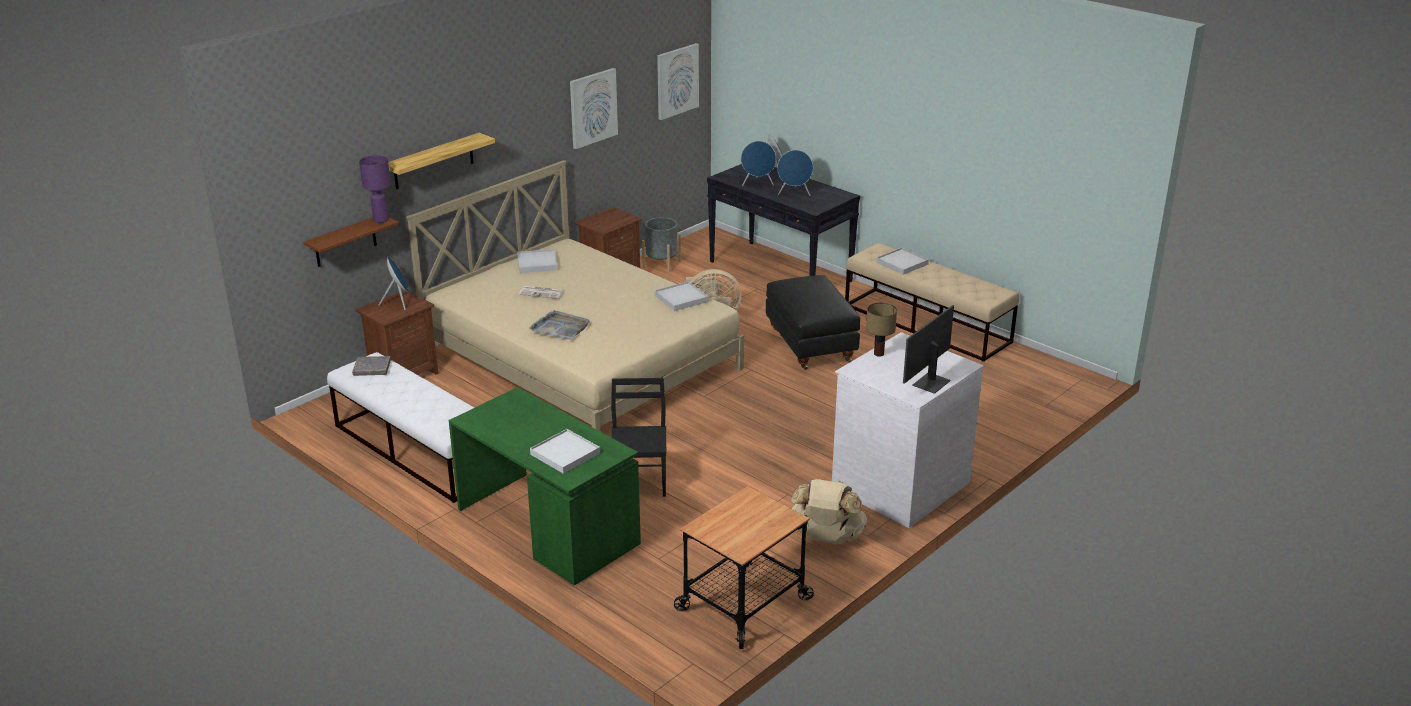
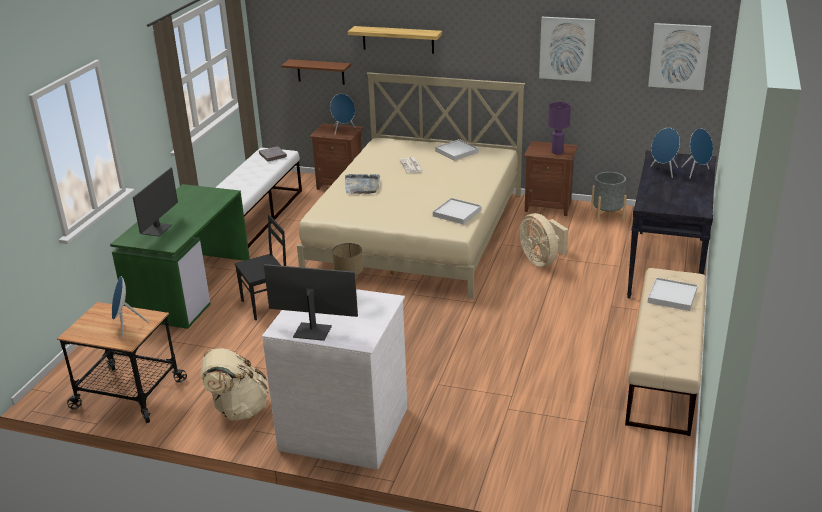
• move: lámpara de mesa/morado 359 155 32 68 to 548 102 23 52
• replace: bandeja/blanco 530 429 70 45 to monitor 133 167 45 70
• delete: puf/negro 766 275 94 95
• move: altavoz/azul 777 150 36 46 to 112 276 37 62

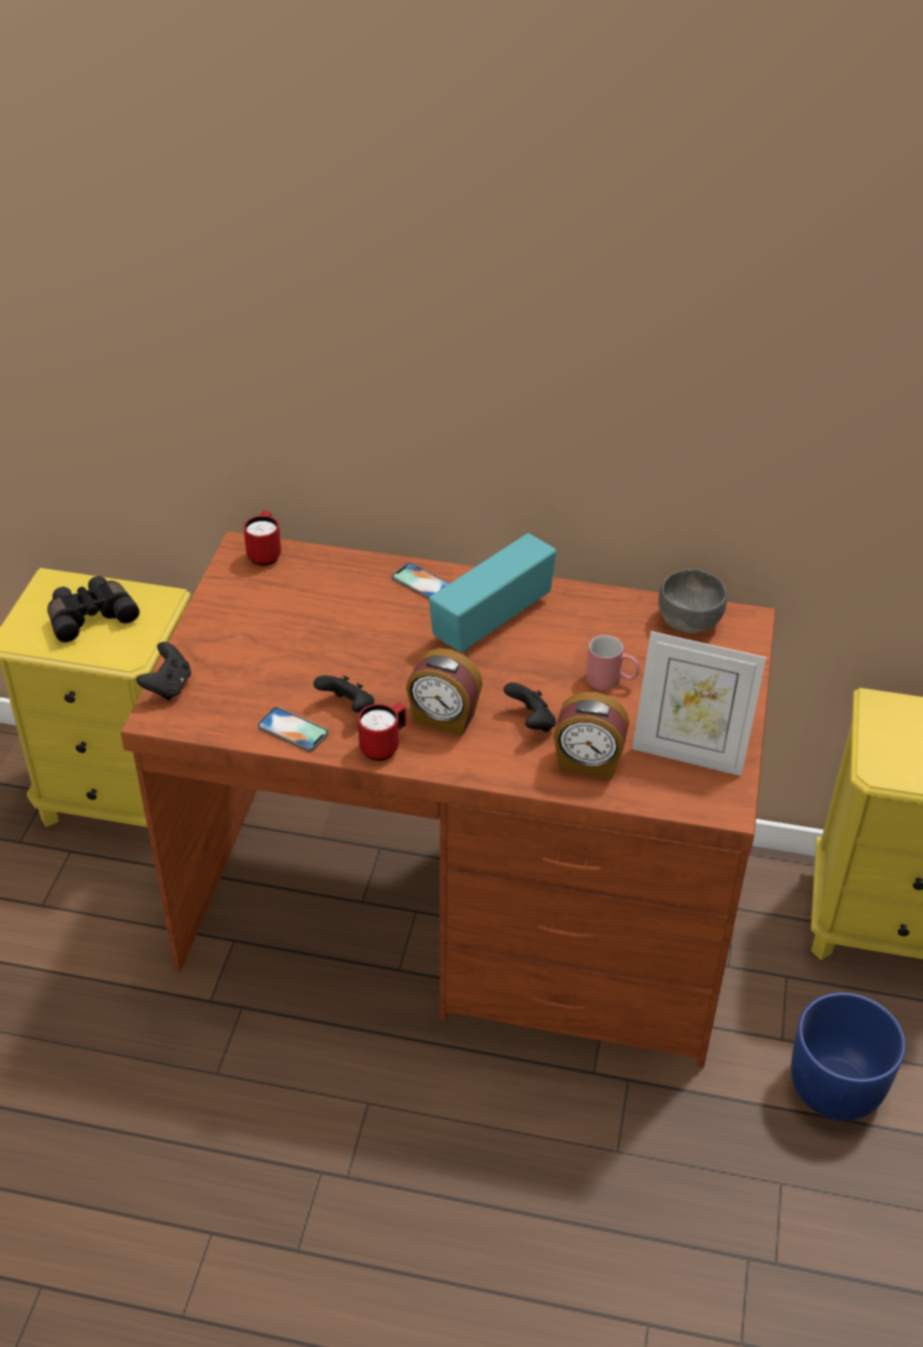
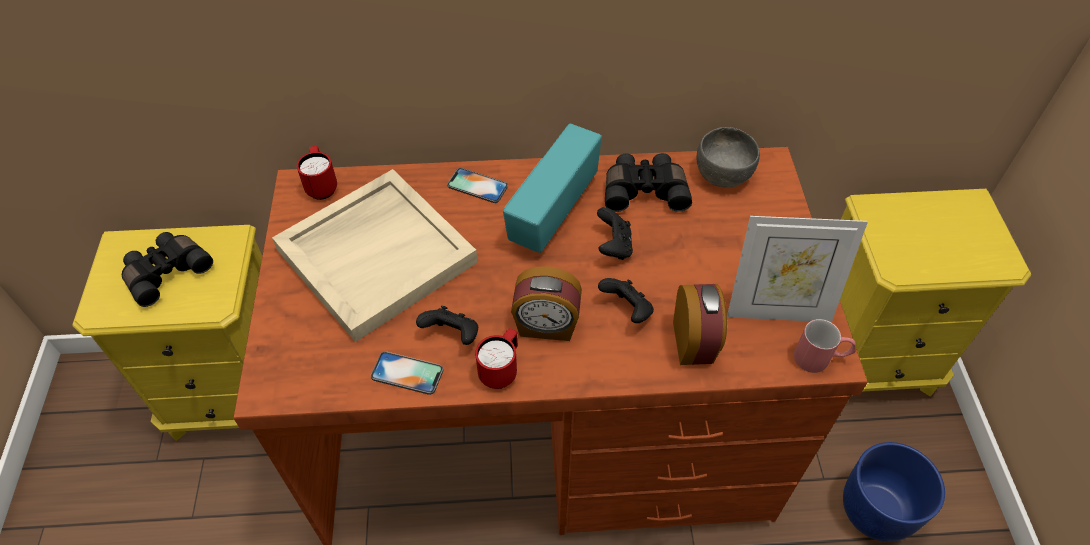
• move: mando de consola/negro 136 642 55 58 to 597 207 36 53
• rotate: despertador 553 692 76 87 = 673 284 54 81 90 degrees counterclockwise
• move: taza grande/rojo 586 635 54 55 to 794 319 62 54
• insert: bandeja/beis 272 169 206 173
• insert: prismáticos/negro 605 153 87 59

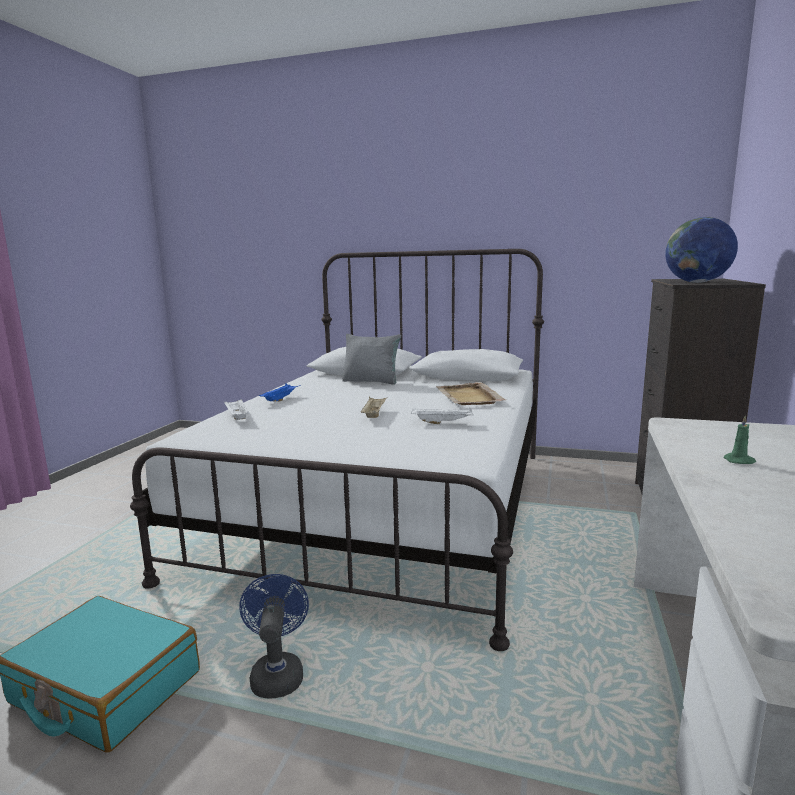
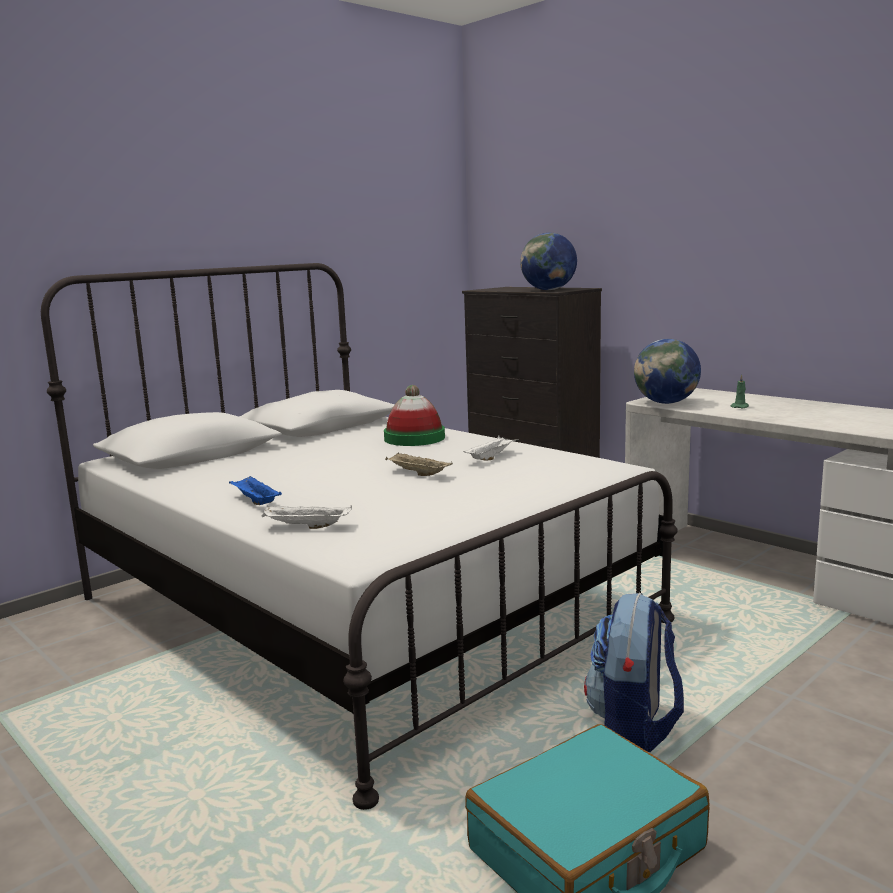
• replace: ventilador/azul 239 574 70 125 to mochila 584 593 100 159
• delete: cojín/gris 342 334 59 51
• replace: bandeja/beis 436 382 70 23 to sombrero 384 385 61 61
• insert: globo terráqueo 634 339 67 65

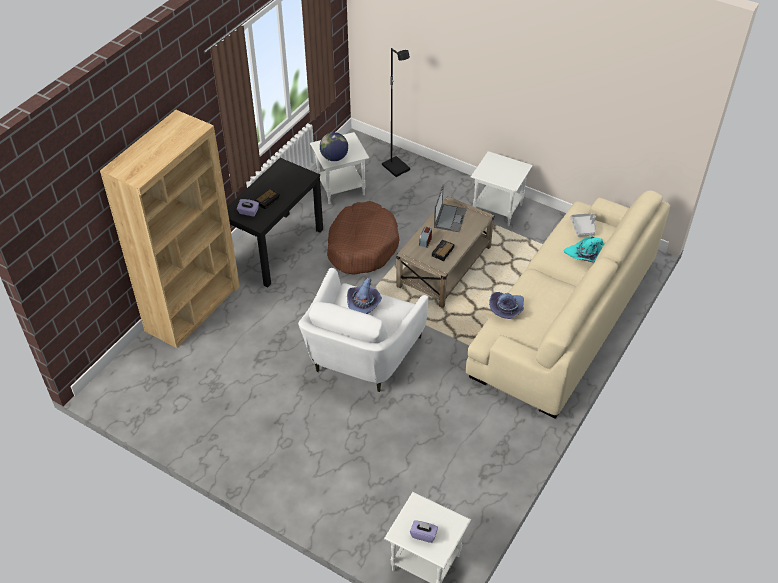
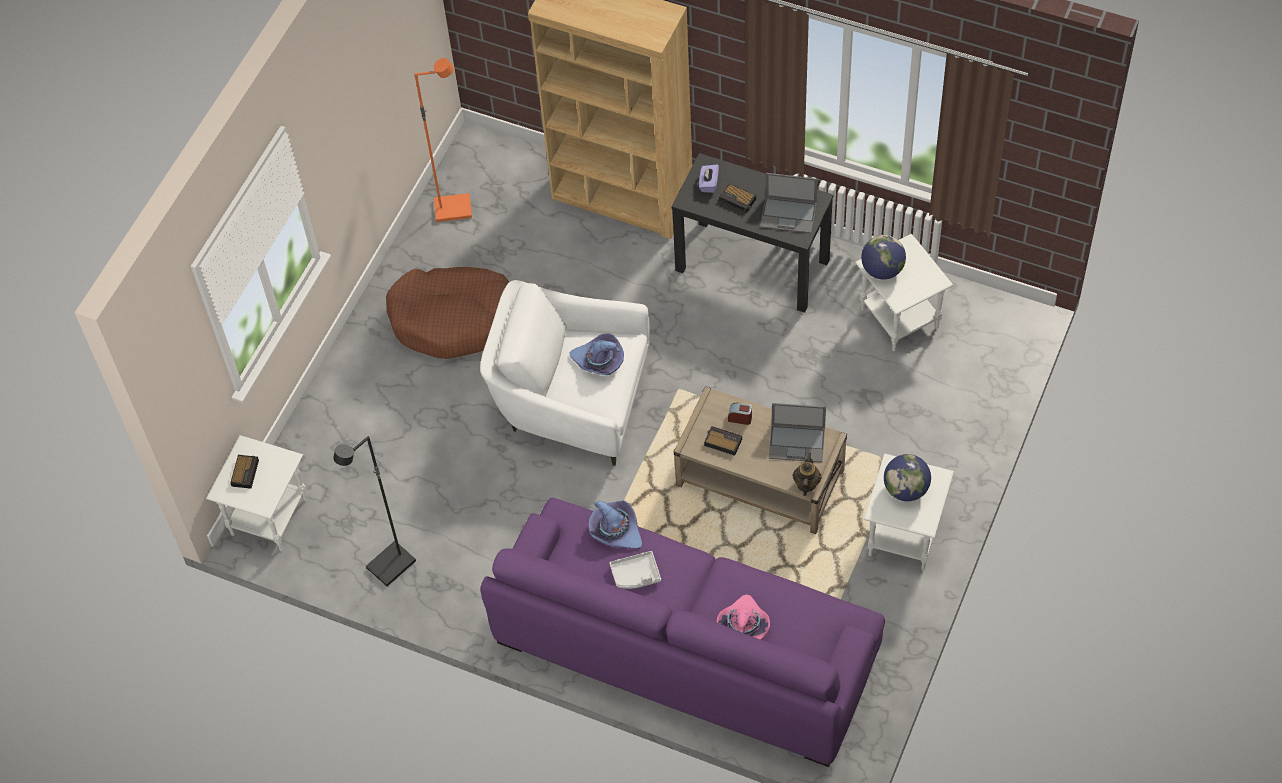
• move: cama para perro/marrón 327 201 72 74 to 386 267 123 92
• move: lámpara de pie/negro 382 48 28 129 to 333 436 83 150
• replace: caja de pañuelos/morado 410 520 28 23 to despertador 230 455 29 34
• recolor: sofá/beis 466 190 204 229 to sofá/morado 481 498 404 269
• recolor: sombrero/turquesa 564 236 41 26 to sombrero/rosa 717 594 53 46
• move: bandeja/gris 571 213 25 24 to 610 551 51 38
• insert: lámpara de pie/naranja 414 58 58 164
• insert: portátil 760 173 58 60
• insert: tetera 793 453 29 43
• insert: globo terráqueo 884 454 47 48

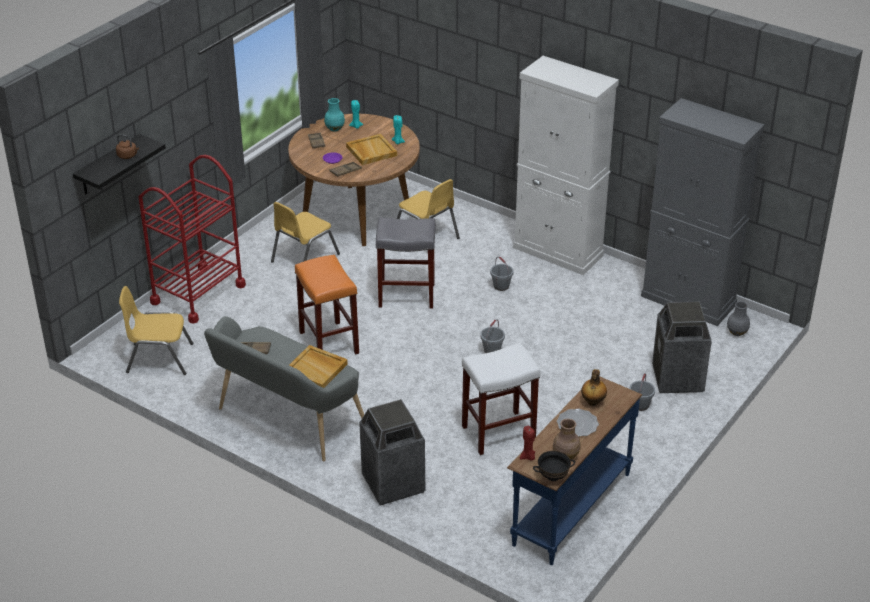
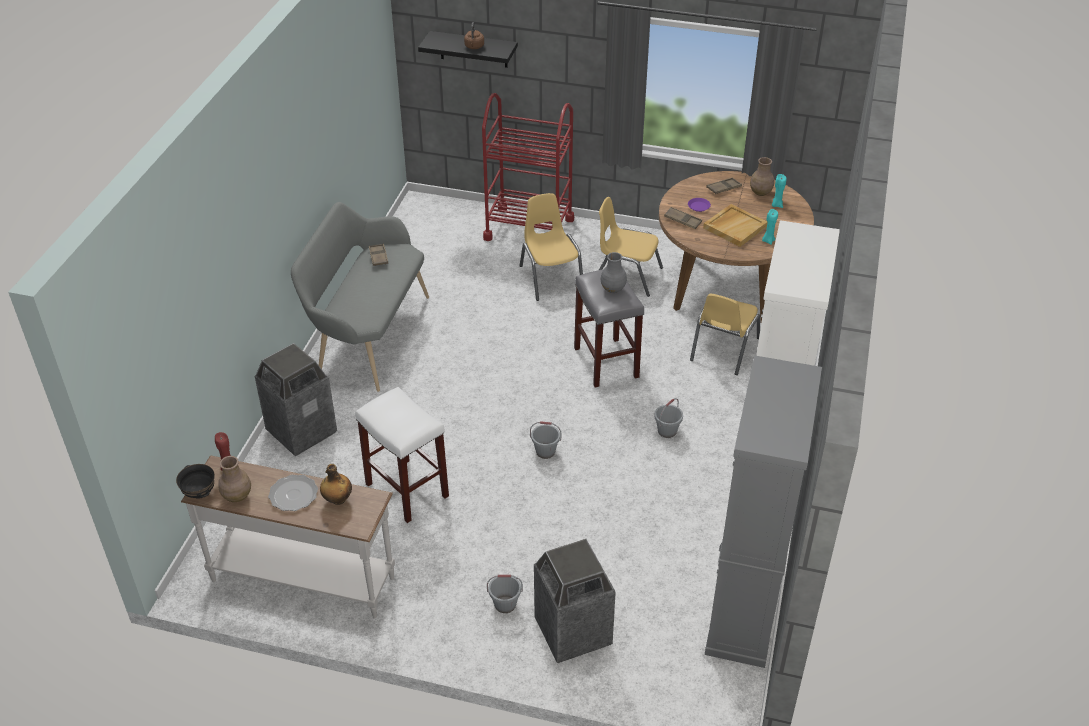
• move: silla/amarillo 119 286 74 89 to 519 193 64 108
• delete: bandeja/beis 289 345 59 43
• delete: taburete/naranja 295 255 64 99
• recolor: florero/turquesa 324 98 21 33 to florero/marrón 750 157 24 39
• recolor: mesa consola/azul 507 377 135 188 to mesa consola/blanco 181 455 214 164
• move: florero/gris 727 301 23 35 to 600 252 27 41

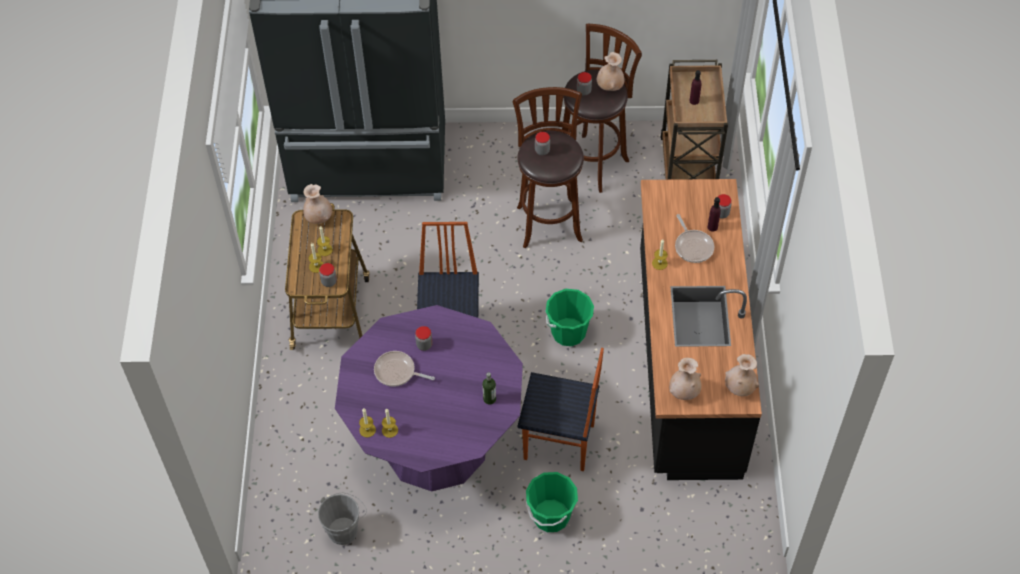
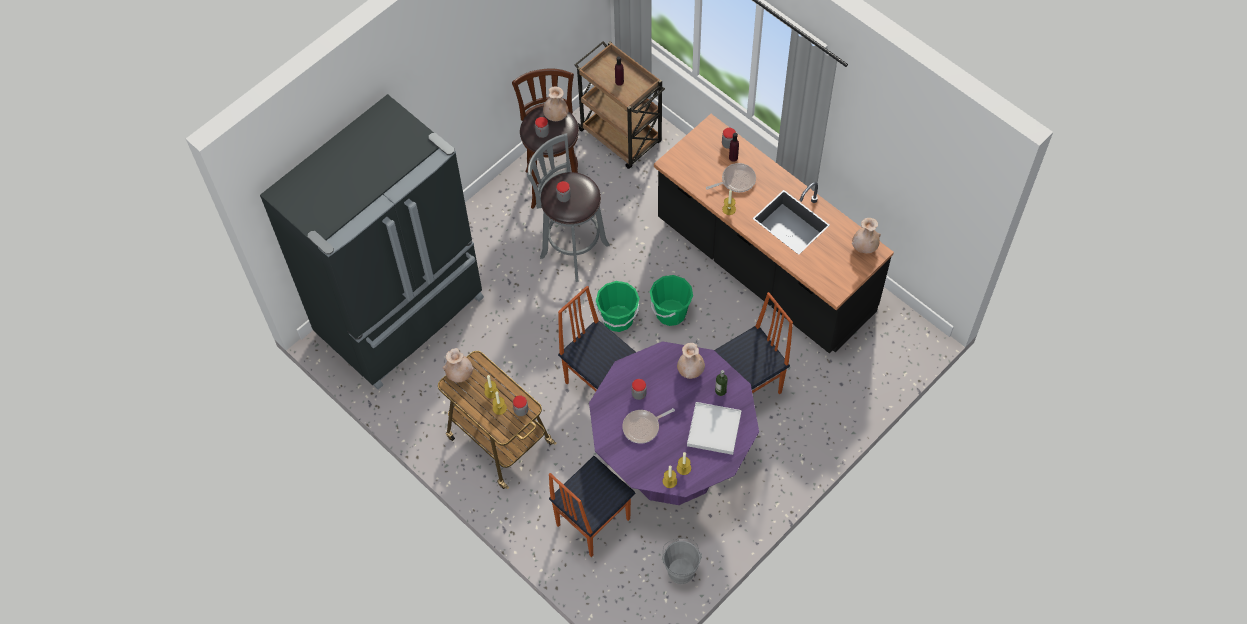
• recolor: taburete/marrón 513 87 71 161 to taburete/gris 527 133 83 149
• move: cubo/verde 526 472 52 60 to 595 281 45 51
• move: florero/beis 669 358 33 42 to 677 343 28 36
• rotate: sartén 675 214 39 49 = 706 163 50 29 45 degrees counterclockwise
• insert: silla 549 456 86 101
• insert: bandeja/blanco 687 402 55 53

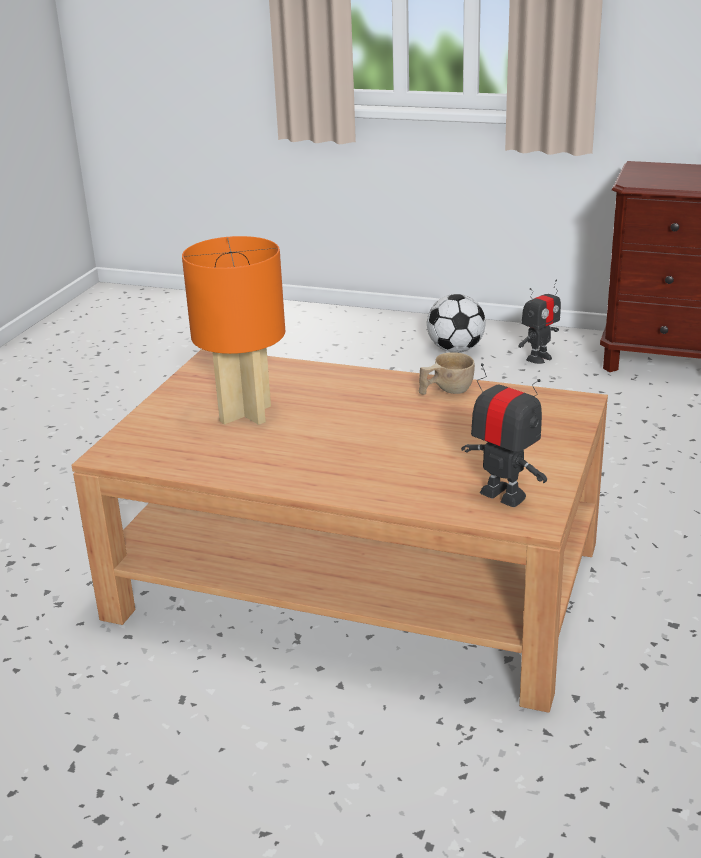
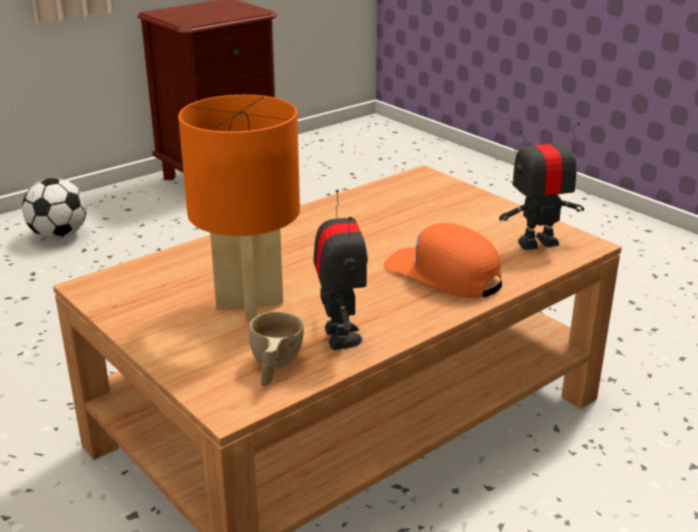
• move: taza/beis 419 352 56 42 to 249 311 55 75
• move: robot de juguete 518 280 43 84 to 313 189 55 161
• insert: gorra/naranja 384 223 118 75

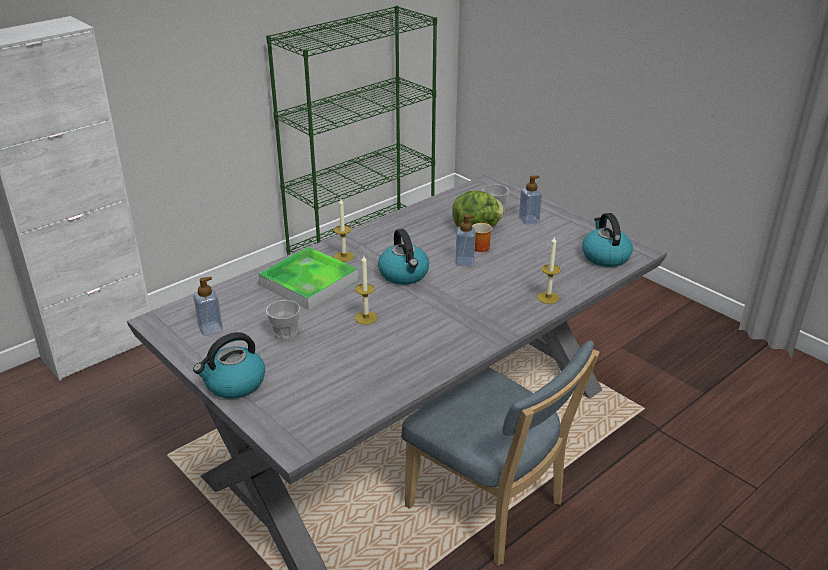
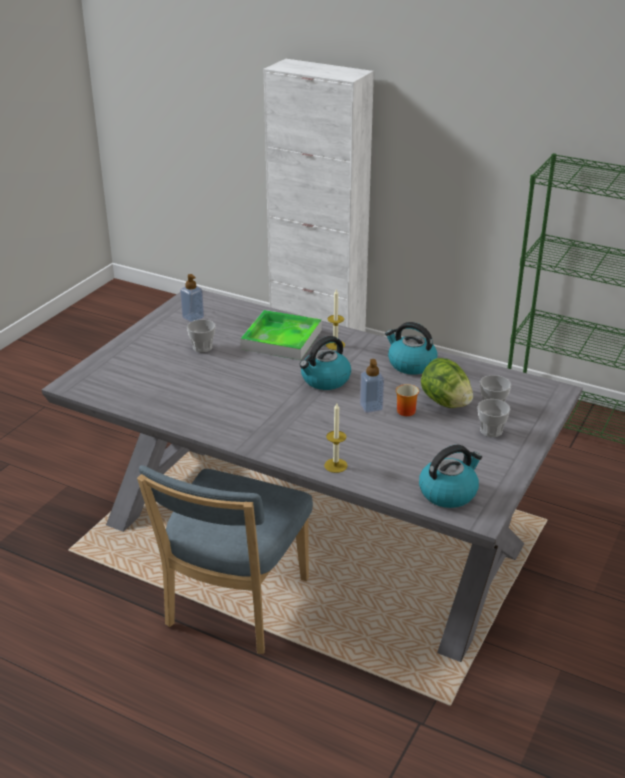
• move: hervidor 193 332 72 67 to 385 322 53 53
• delete: vela 355 256 22 68
• replace: dispensador de jabón 519 175 23 50 to taza 478 399 32 38

